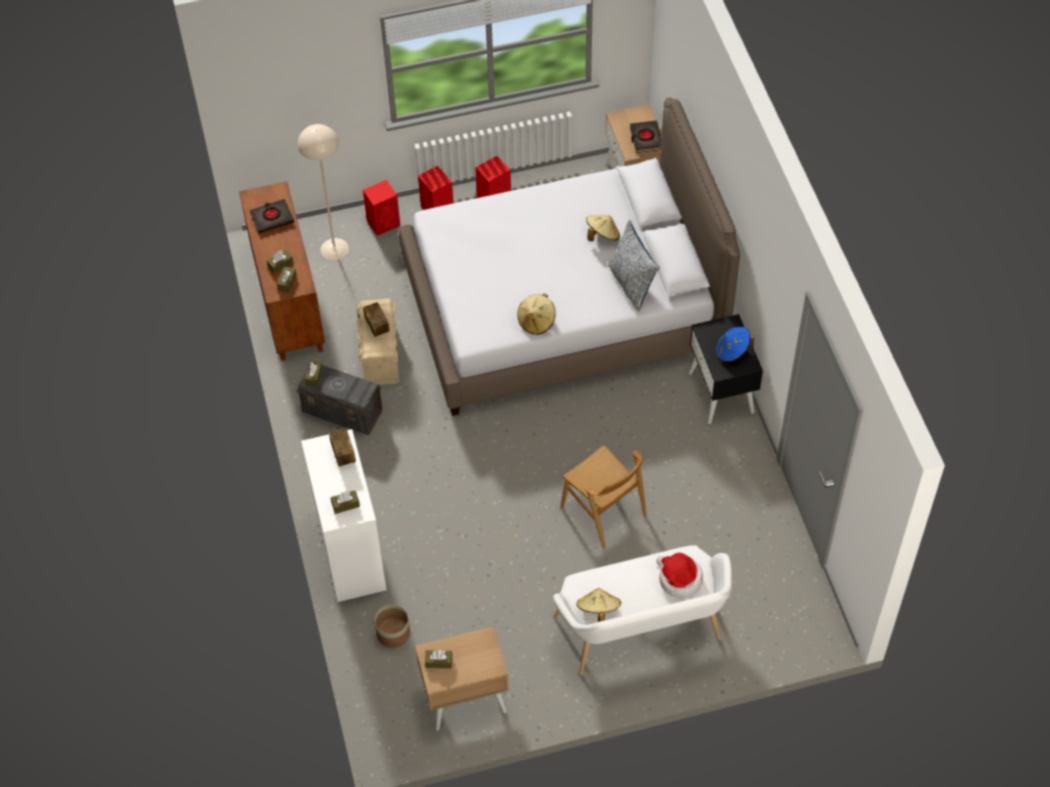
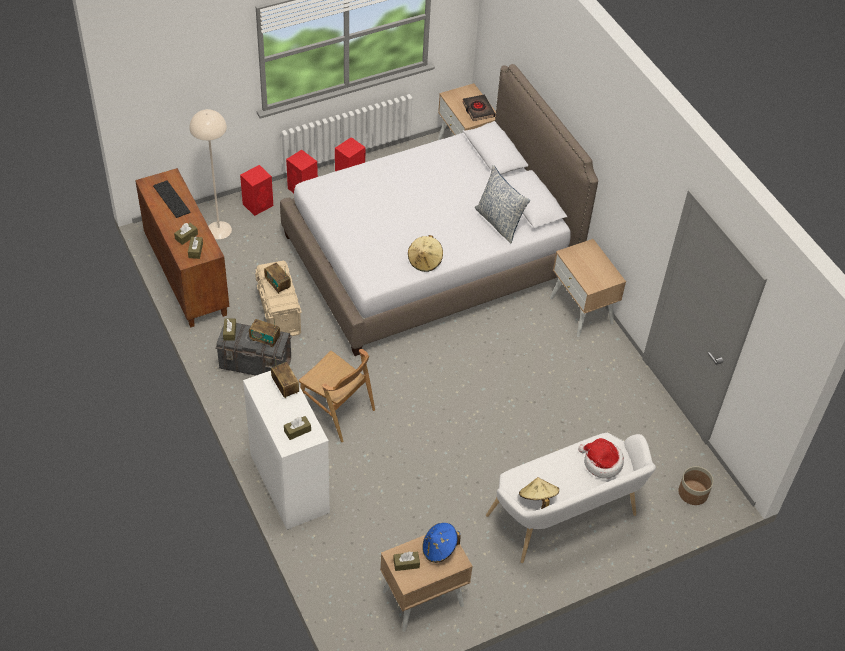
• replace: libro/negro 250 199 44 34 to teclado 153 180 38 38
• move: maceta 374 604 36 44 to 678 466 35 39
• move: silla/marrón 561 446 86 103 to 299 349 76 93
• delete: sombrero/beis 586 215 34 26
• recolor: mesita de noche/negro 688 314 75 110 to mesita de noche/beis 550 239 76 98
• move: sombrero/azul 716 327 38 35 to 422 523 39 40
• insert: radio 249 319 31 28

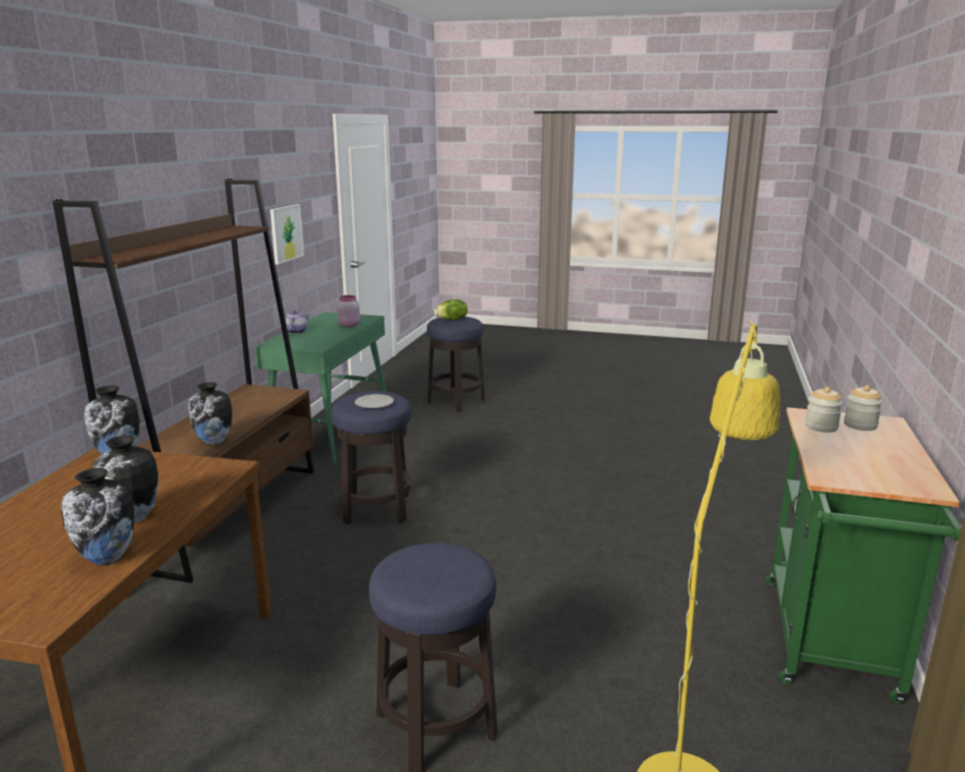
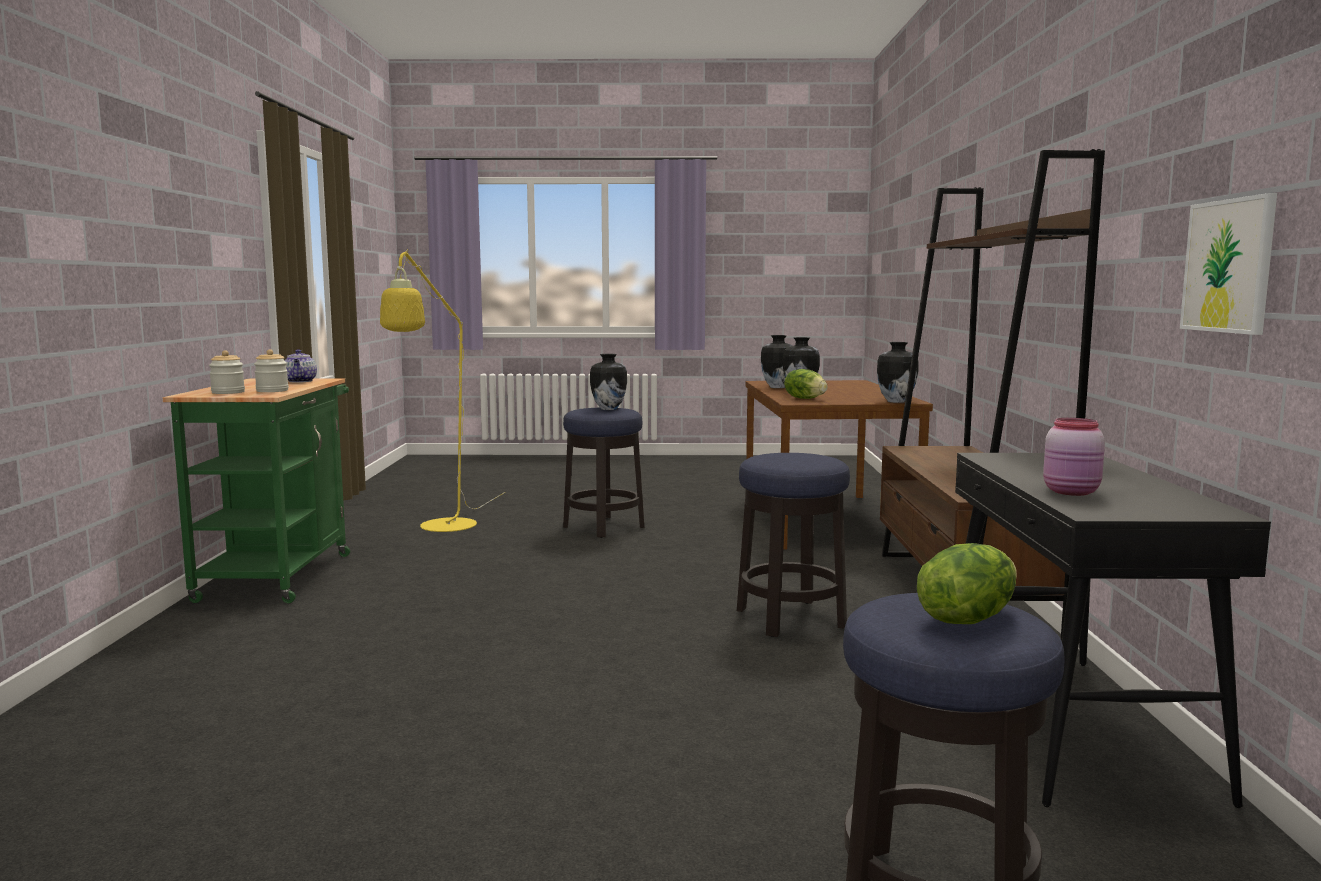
• move: florero 188 382 44 63 to 590 354 37 56
• recolor: mesa consola/verde 254 312 132 154 to mesa consola/negro 955 453 316 355
• move: tetera 285 310 22 24 to 284 349 33 34
• delete: plato 355 394 39 15
• insert: lechuga 784 369 43 30

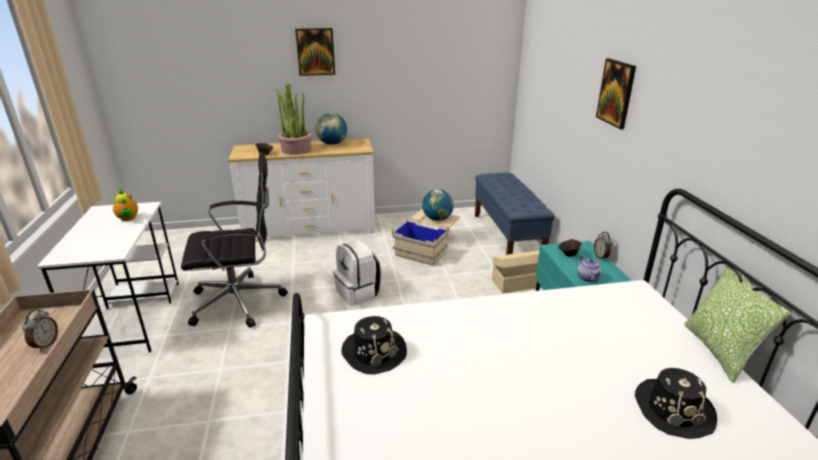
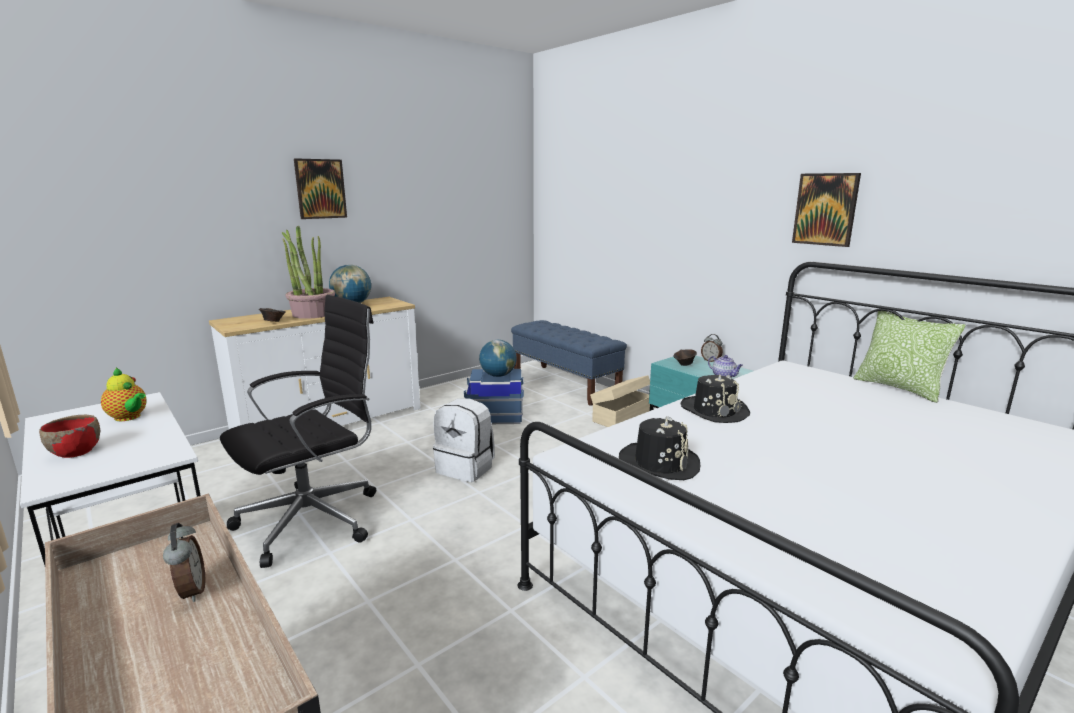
• recolor: caja de almacenaje/beis 392 209 68 57 to caja de almacenaje/azul 464 369 60 55
• move: cuadro 596 58 40 72 to 792 173 69 74
• move: sombrero/negro 635 368 82 71 to 681 375 69 48
• insert: cuenco/rojo 39 415 61 43

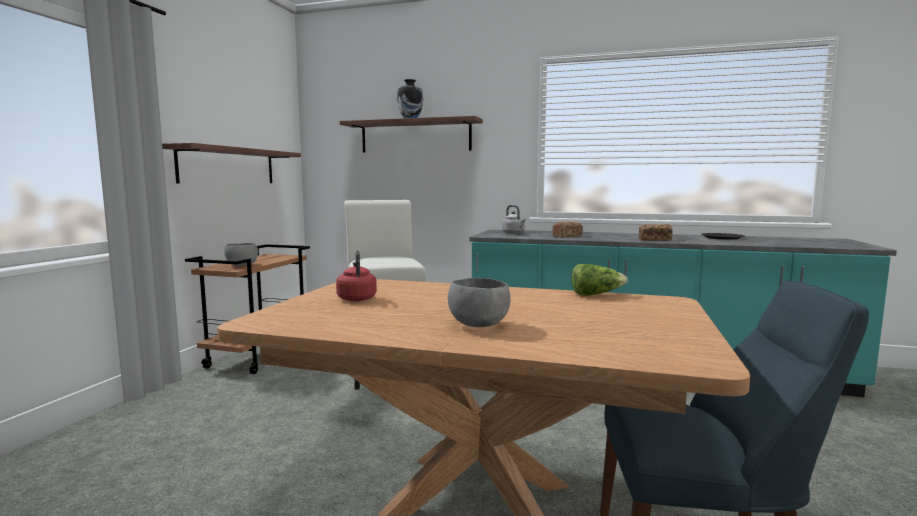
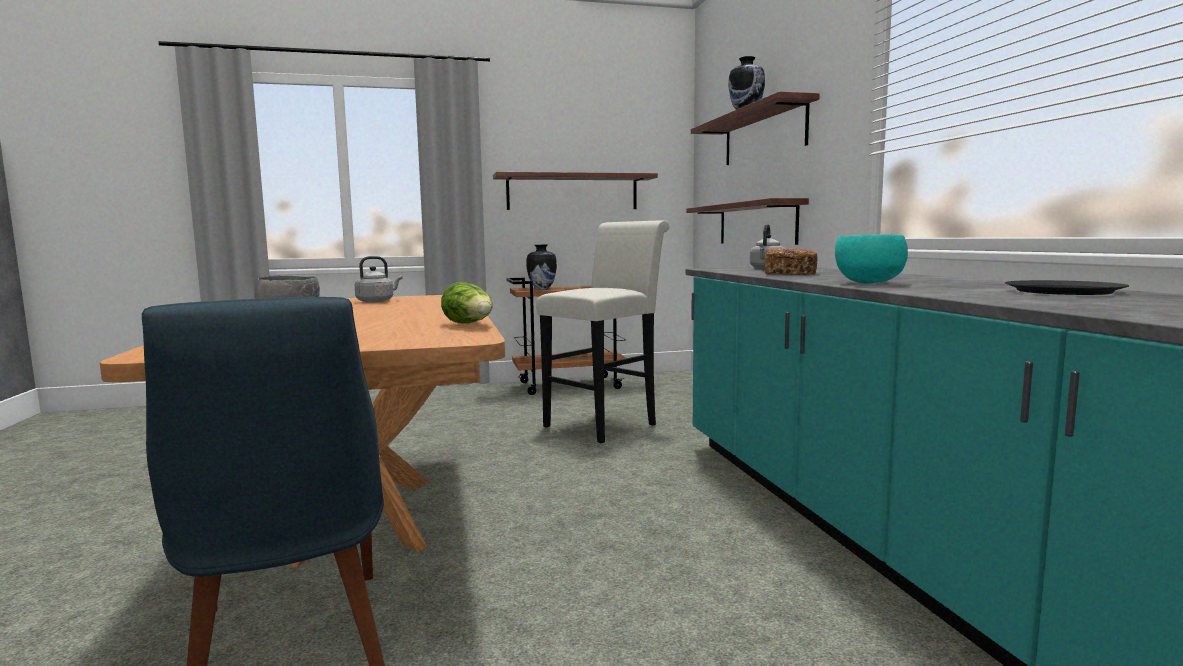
• replace: cuenco/gris 224 243 34 23 to florero 527 245 30 45
• recolor: hervidor/rojo 336 250 41 51 to hervidor/gris 355 256 48 47
• replace: pan 639 224 34 17 to cuenco/turquesa 835 234 73 50
• insert: estante 687 198 122 47

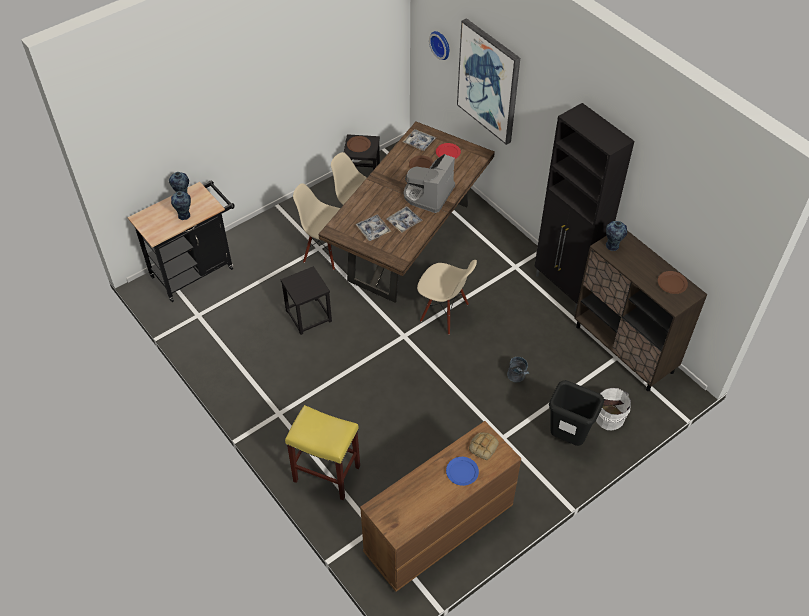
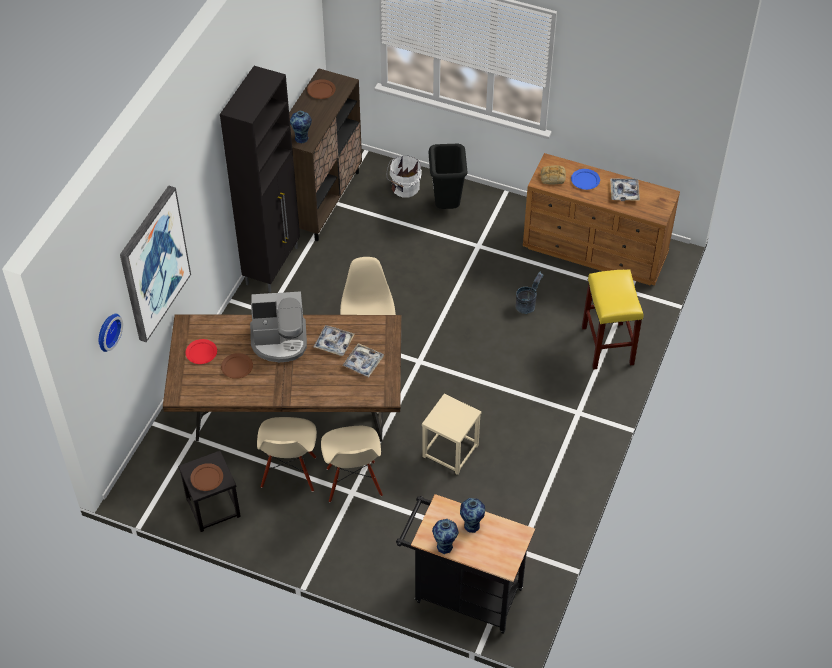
• recolor: taburete/negro 281 266 51 69 to taburete/beis 422 394 60 81
• move: bandeja 403 129 33 22 to 610 178 30 23
• move: cubo/gris 507 357 23 25 to 516 271 28 43

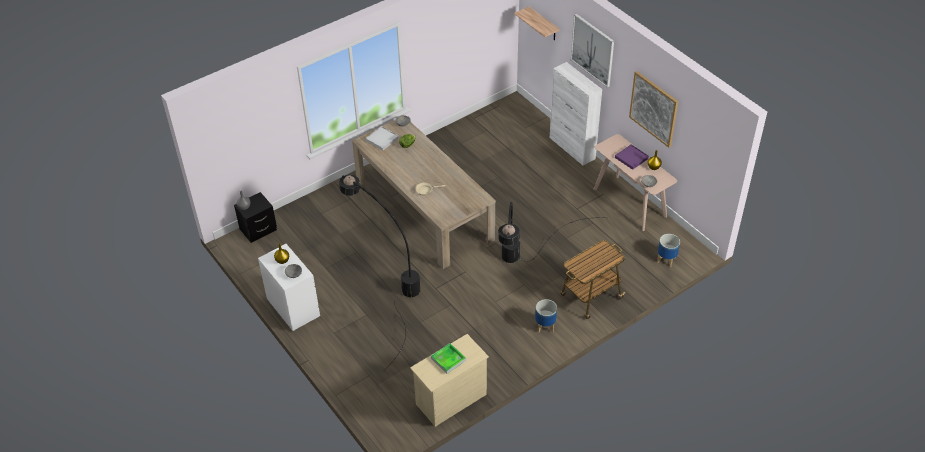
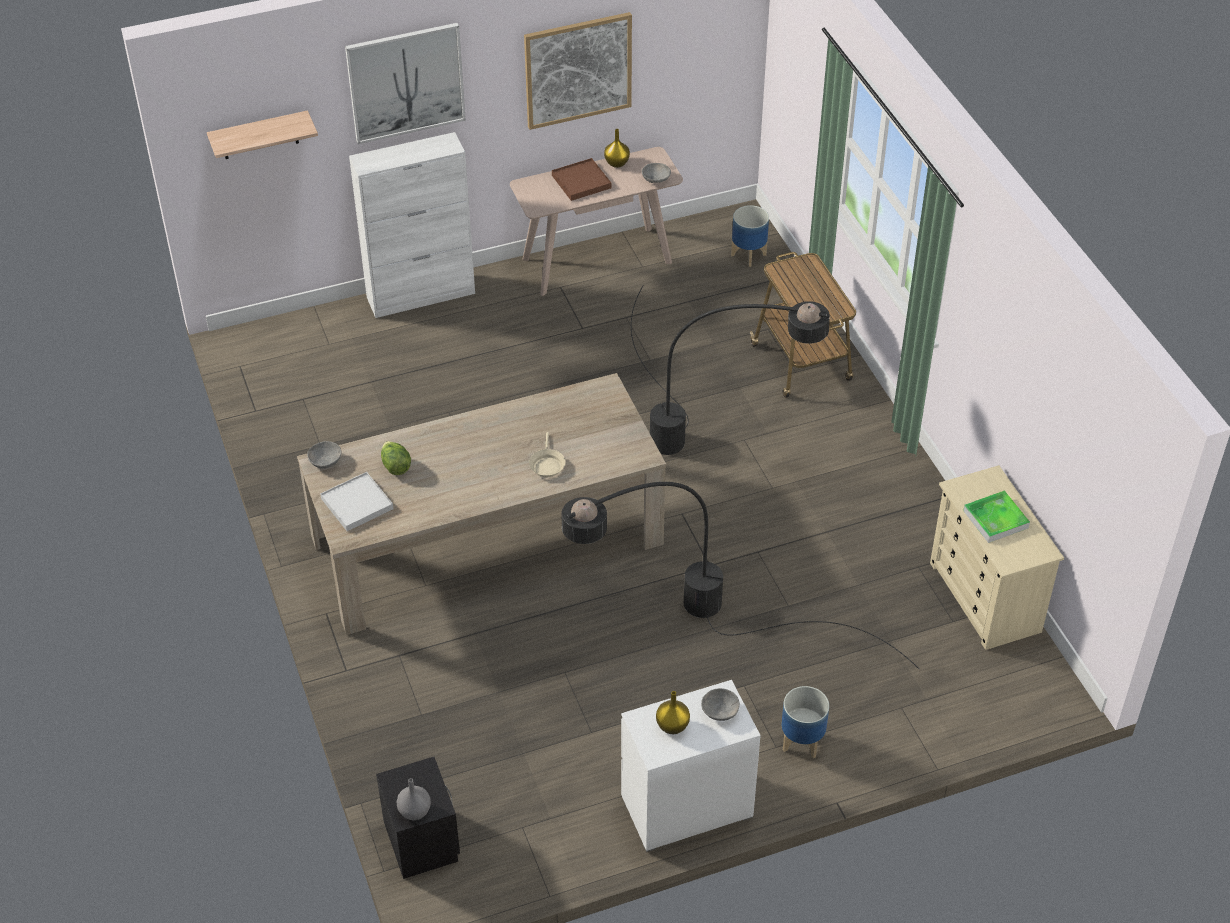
• move: maceta 535 299 22 33 to 781 686 48 72
• recolor: bandeja/morado 615 145 34 25 to bandeja/marrón 552 158 59 43

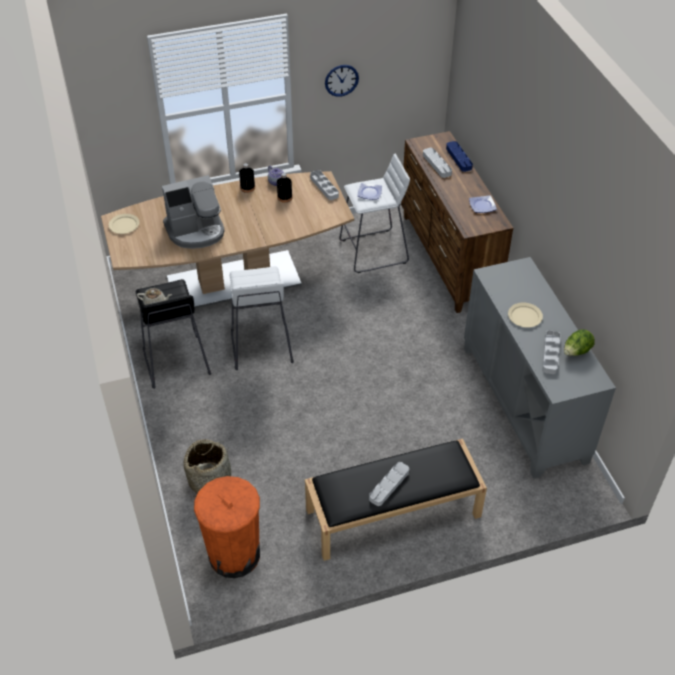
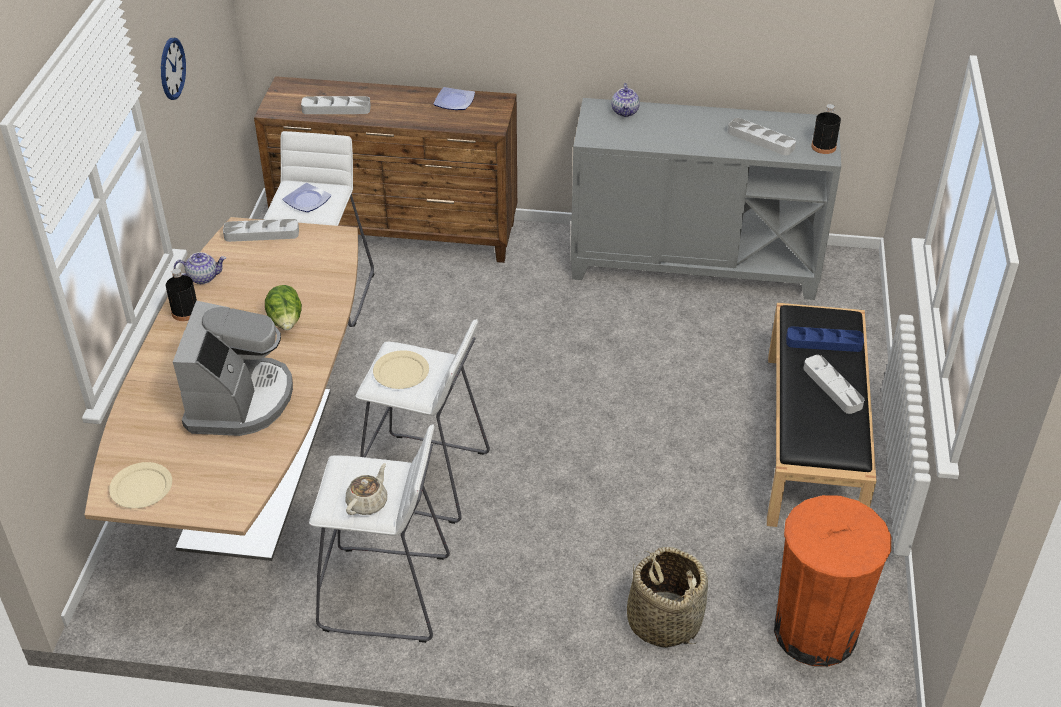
• recolor: taburete/negro 136 279 75 110 to taburete/blanco 309 424 141 219
• move: botella/negro 277 173 16 30 to 811 104 30 50
• move: bandeja/azul 446 141 27 31 to 786 326 78 26
• move: plato/beis 508 302 35 26 to 373 350 56 39
• move: lechuga 564 329 31 27 to 265 285 37 45
• insert: tetera 611 83 29 34

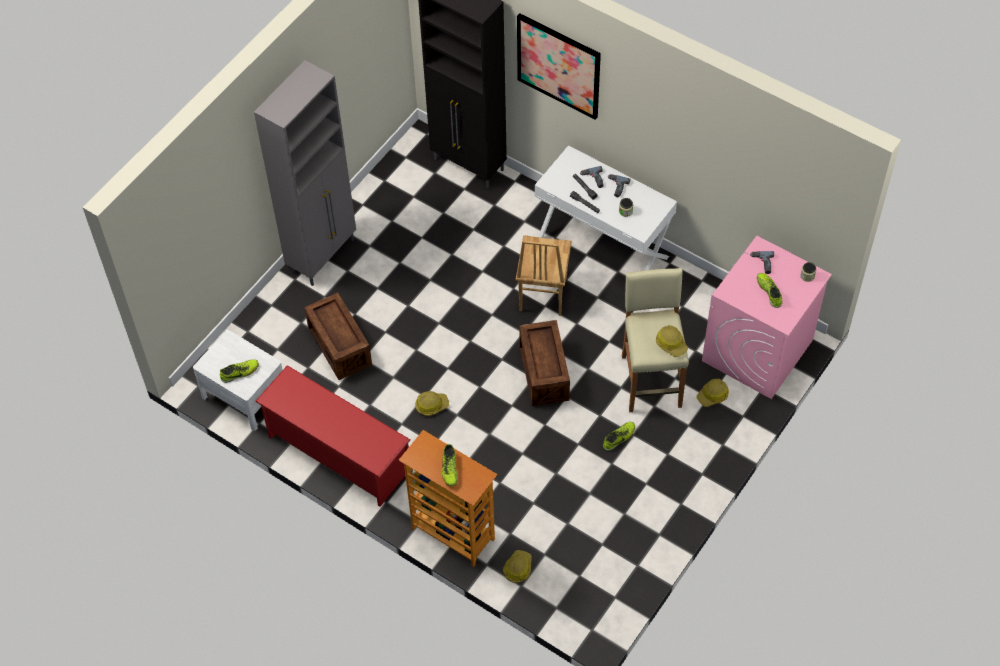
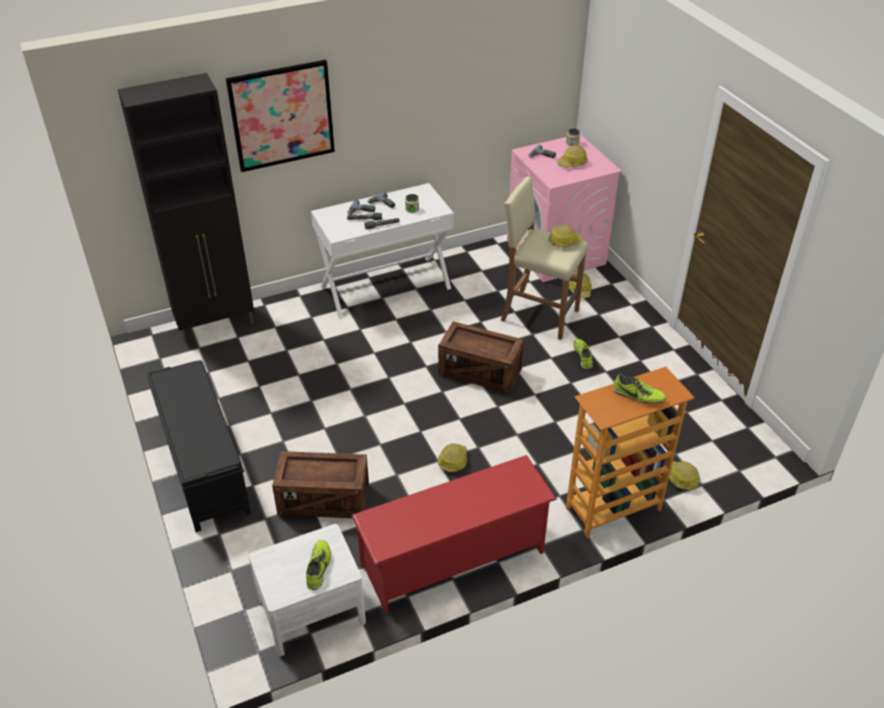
• replace: armario/gris 254 60 102 226 to banco/negro 147 360 104 172
• delete: silla/marrón 516 235 56 81
• replace: zapato 757 273 25 35 to casco 556 145 32 23

